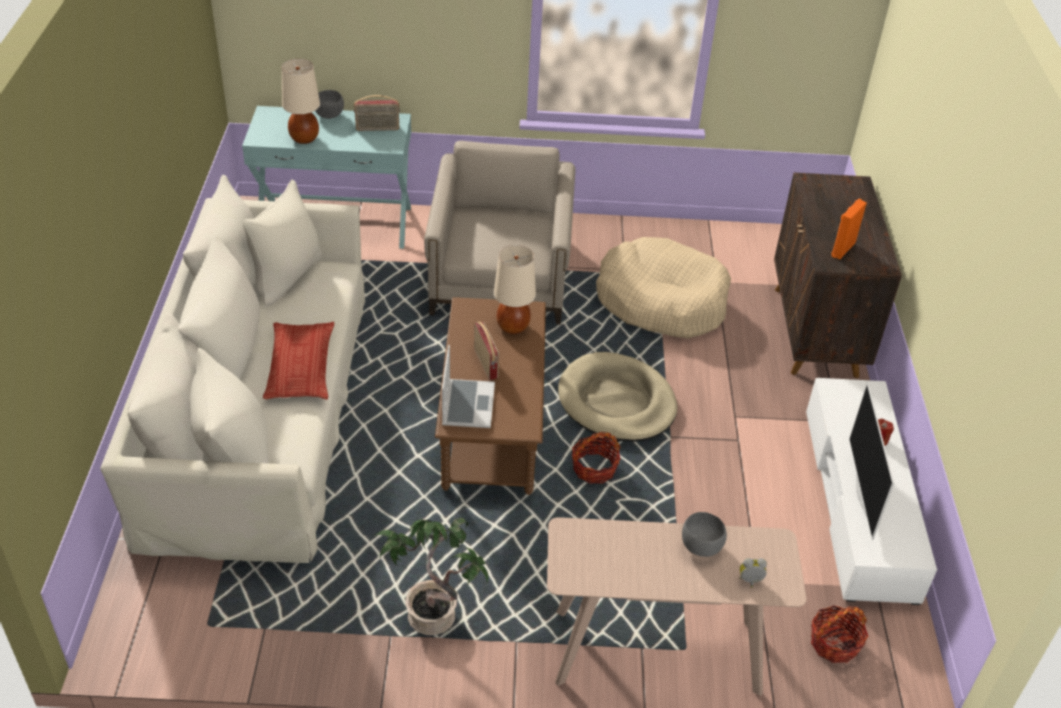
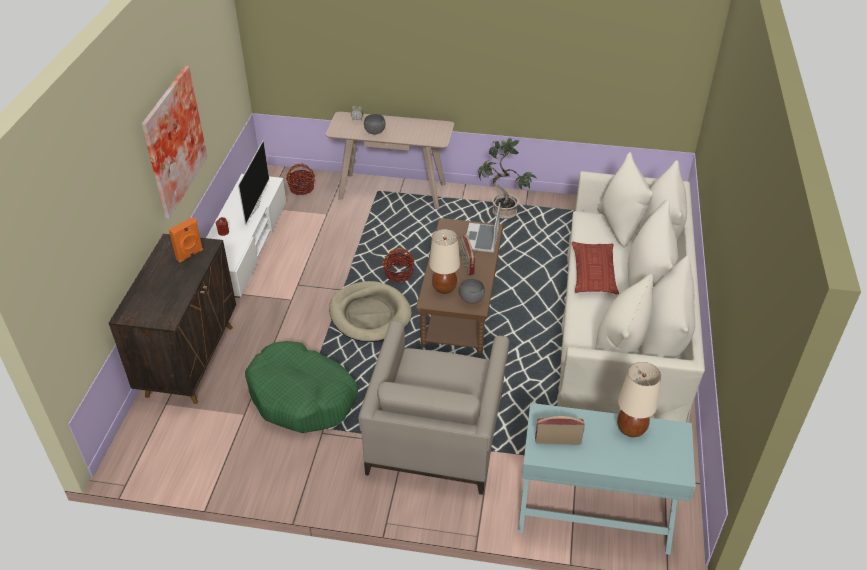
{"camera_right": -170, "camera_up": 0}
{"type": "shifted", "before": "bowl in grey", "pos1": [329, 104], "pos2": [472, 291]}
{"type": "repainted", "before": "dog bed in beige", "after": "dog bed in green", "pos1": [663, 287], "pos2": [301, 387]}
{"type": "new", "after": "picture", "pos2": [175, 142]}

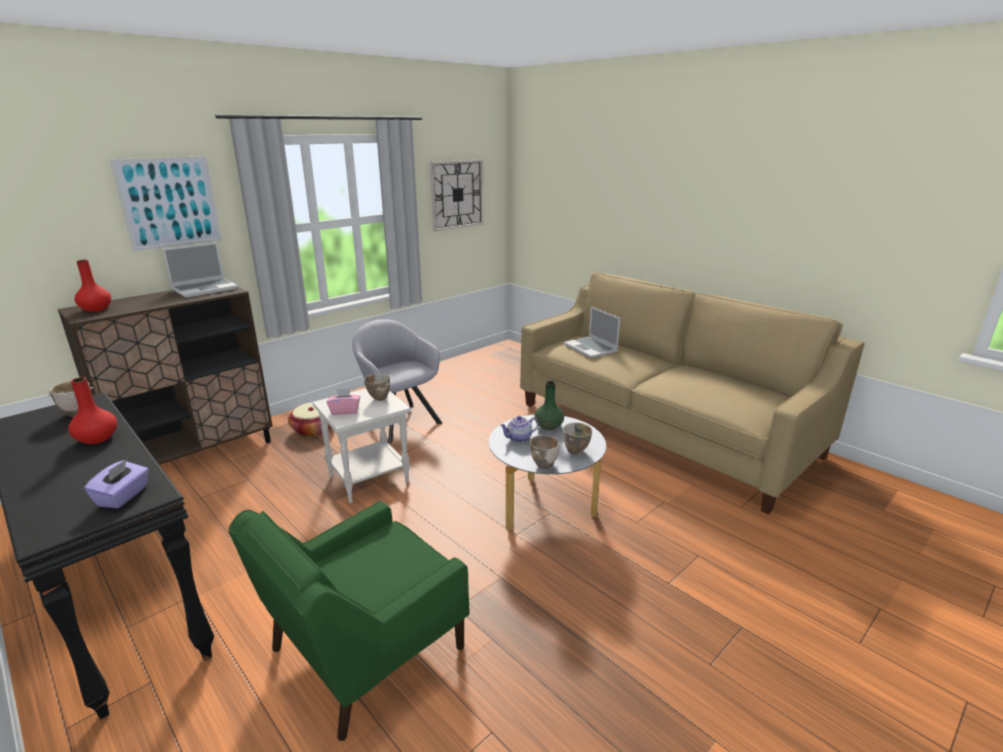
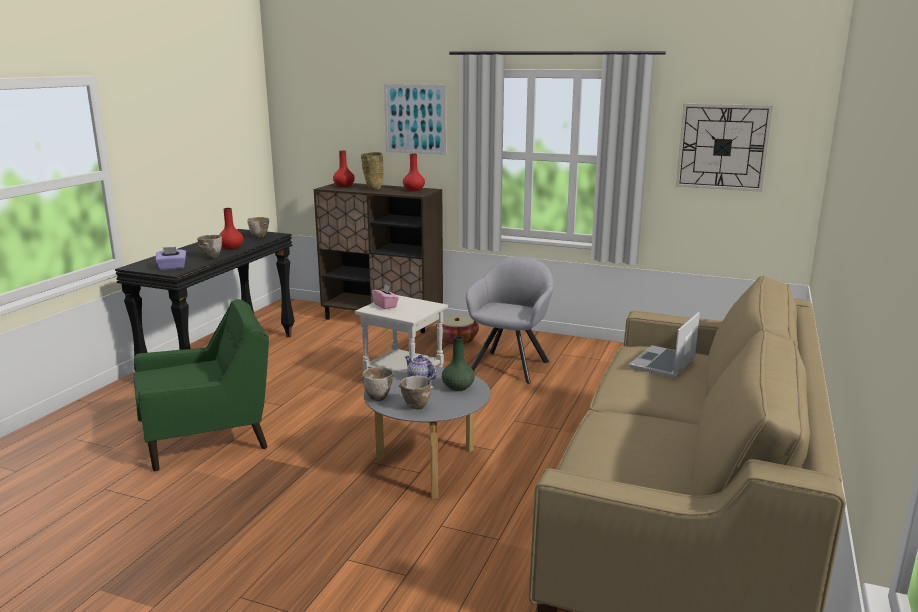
{"camera_right": 65, "camera_up": -5}
{"type": "swapped", "before": "laptop", "after": "vase in red", "pos1": [200, 270], "pos2": [414, 172]}
{"type": "shifted", "before": "bowl", "pos1": [377, 387], "pos2": [209, 247]}
{"type": "rotated", "before": "armchair in green", "pos1": [349, 621], "pos2": [201, 385], "turn": 135}
{"type": "new", "after": "vase in beige", "pos2": [372, 171]}

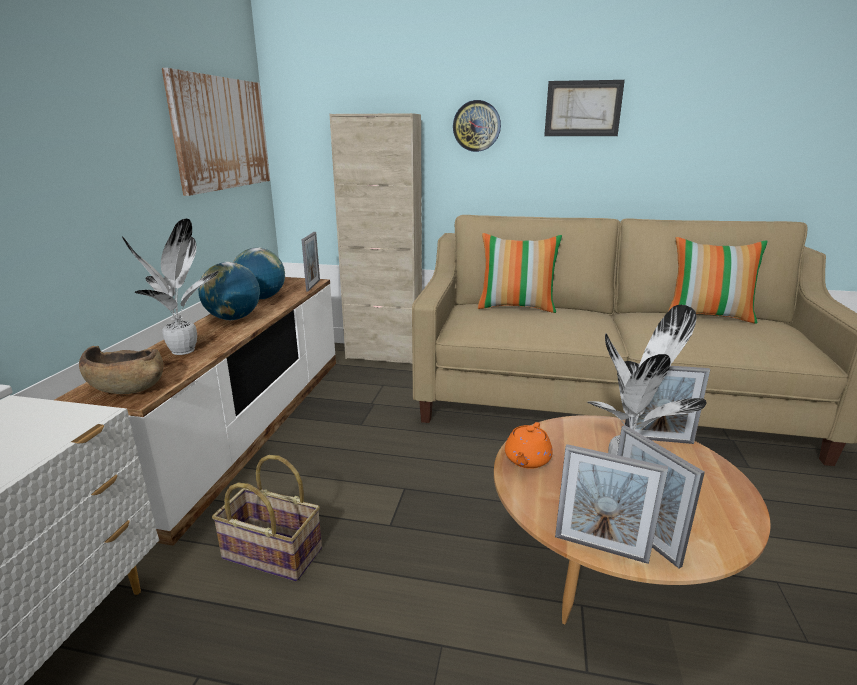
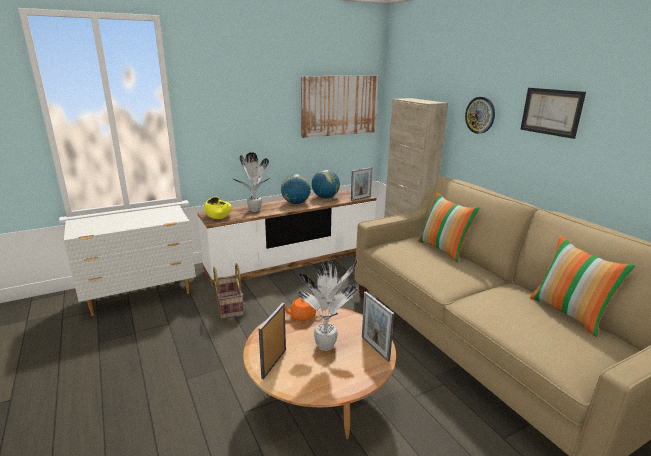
{"camera_right": 50, "camera_up": 0}
{"type": "repainted", "before": "bowl in brown", "after": "bowl in yellow", "pos1": [121, 370], "pos2": [217, 208]}
{"type": "gone", "before": "picture frame", "pos1": [611, 504]}

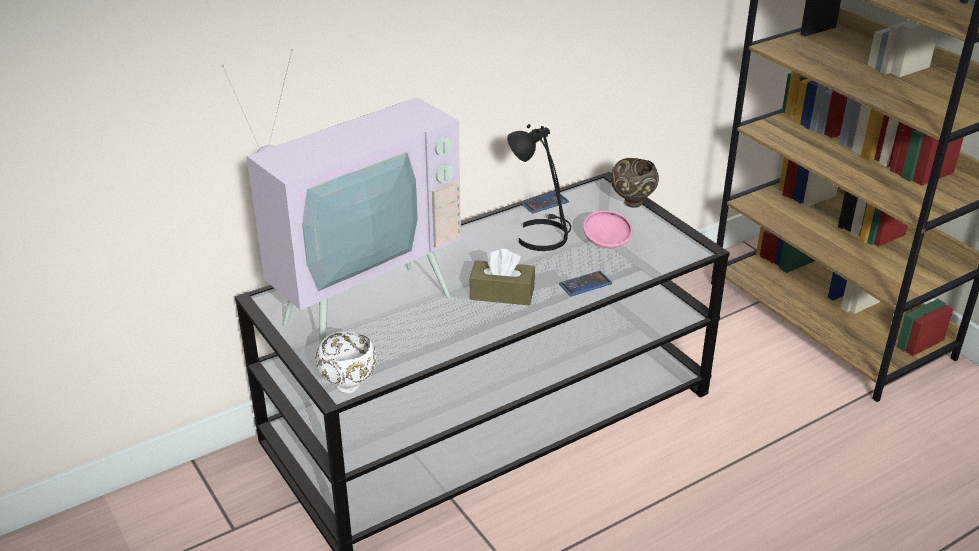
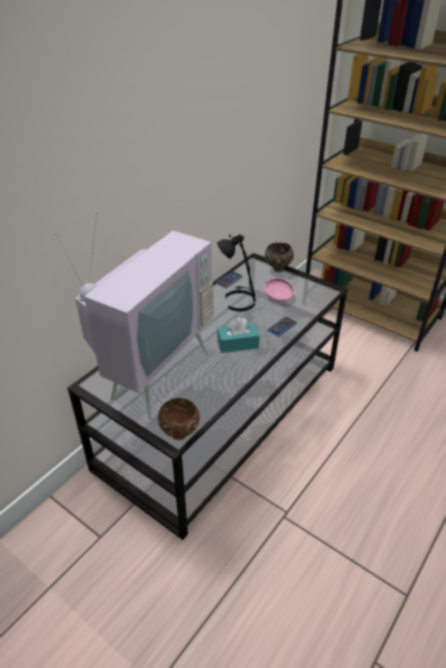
{"camera_right": -20, "camera_up": 5}
{"type": "repainted", "before": "tissue box in brown", "after": "tissue box in turquoise", "pos1": [502, 277], "pos2": [238, 335]}
{"type": "repainted", "before": "bowl in white", "after": "bowl in brown", "pos1": [346, 362], "pos2": [179, 419]}

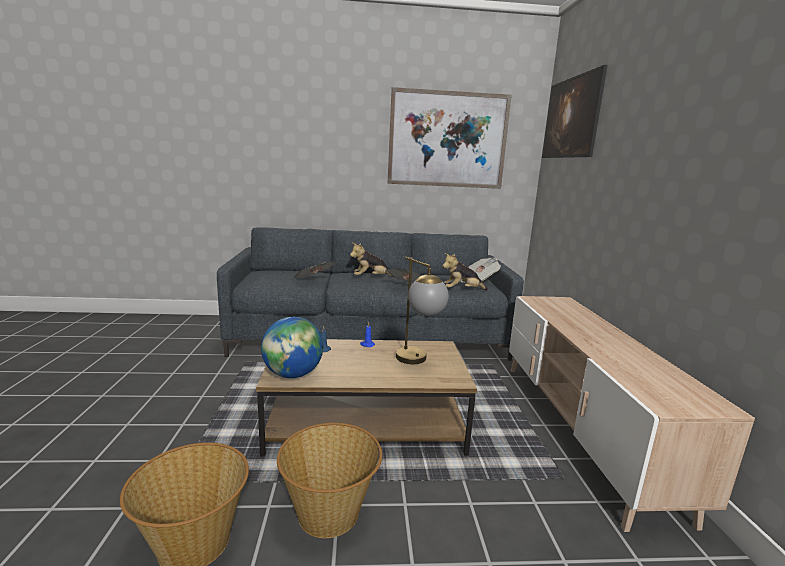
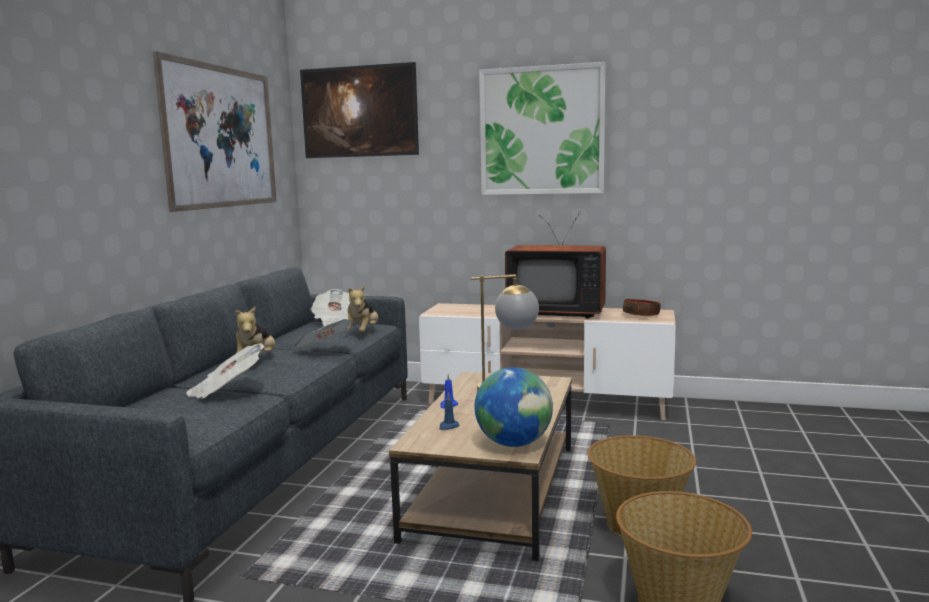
{"camera_right": -70, "camera_up": -5}
{"type": "new", "after": "picture", "pos2": [542, 128]}
{"type": "new", "after": "television", "pos2": [555, 265]}
{"type": "new", "after": "bowl", "pos2": [642, 307]}

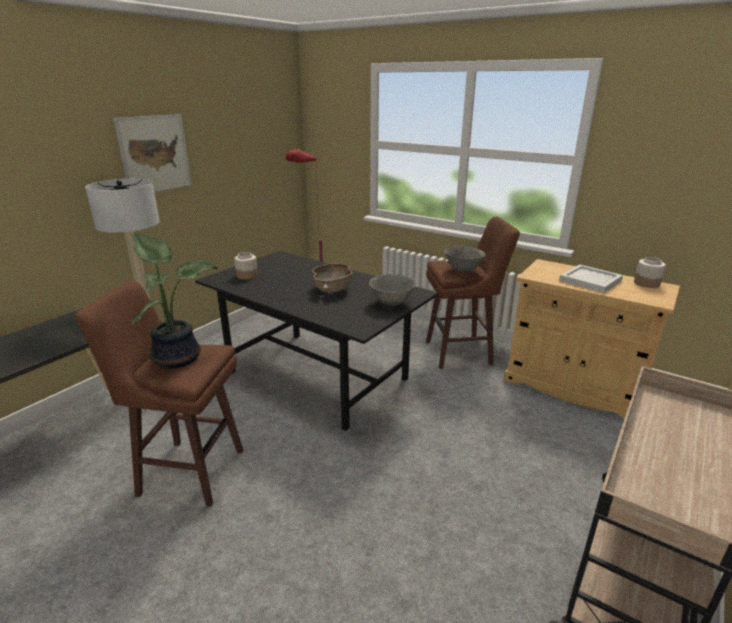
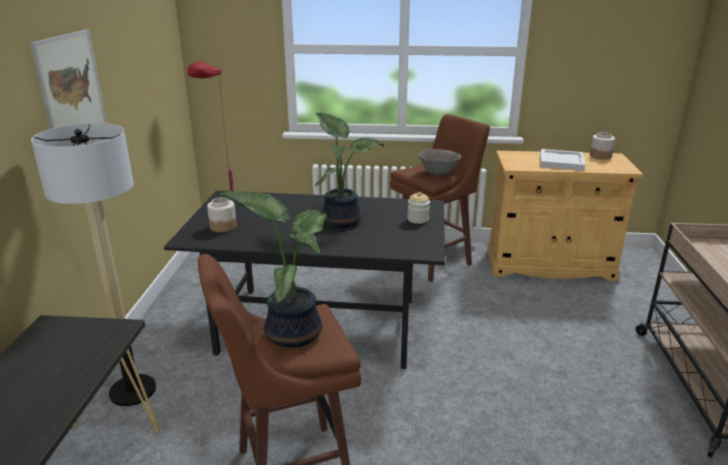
{"camera_right": -30, "camera_up": 0}
{"type": "swapped", "before": "bowl in brown", "after": "potted plant", "pos1": [332, 278], "pos2": [349, 170]}
{"type": "swapped", "before": "bowl in grey", "after": "jar", "pos1": [392, 290], "pos2": [418, 208]}

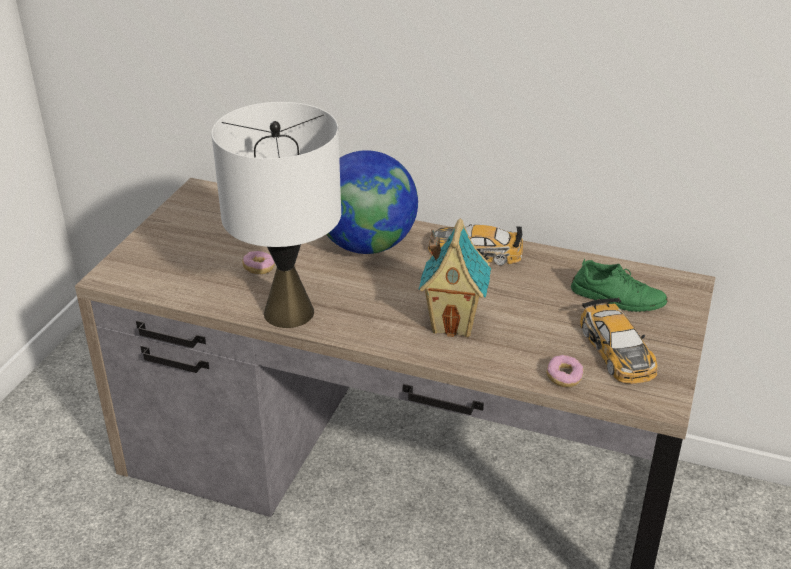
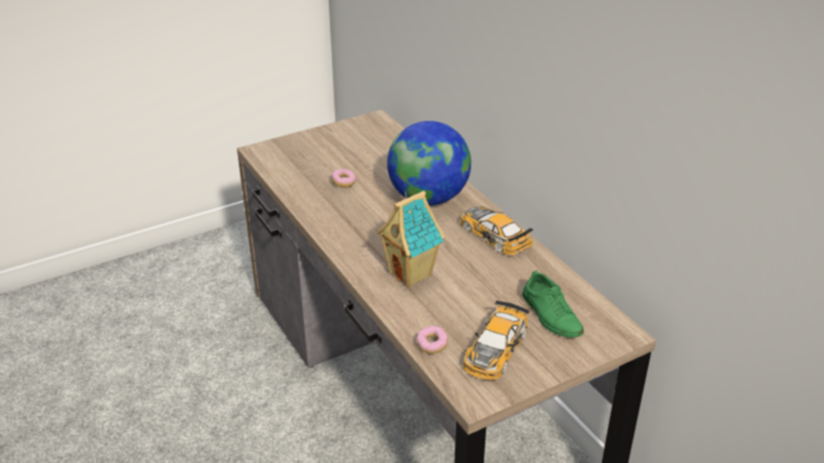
{"camera_right": 40, "camera_up": 0}
{"type": "gone", "before": "table lamp in white", "pos1": [276, 215]}

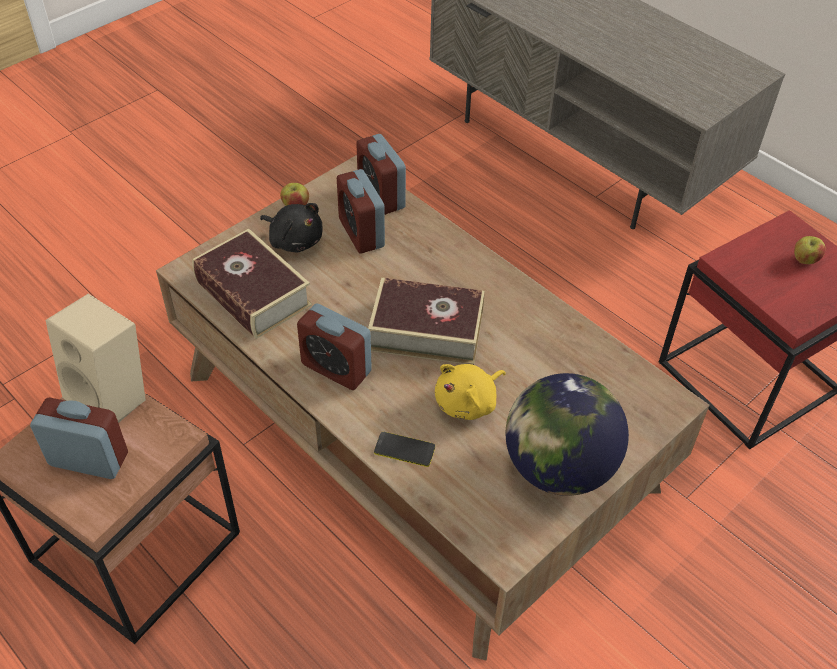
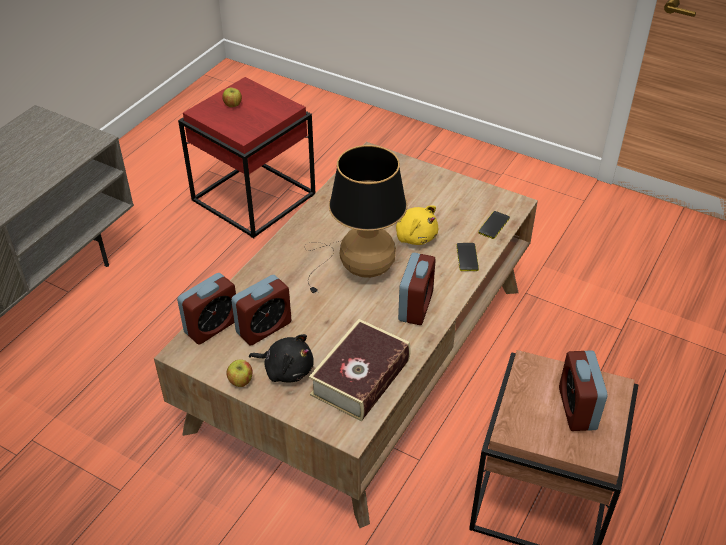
{"camera_right": -105, "camera_up": -5}
{"type": "rotated", "before": "plush toy in black", "pos1": [291, 227], "pos2": [281, 358], "turn": 90}
{"type": "swapped", "before": "book", "after": "table lamp", "pos1": [426, 321], "pos2": [356, 219]}
{"type": "gone", "before": "speaker in beige", "pos1": [96, 358]}
{"type": "gone", "before": "globe", "pos1": [567, 434]}
{"type": "new", "after": "phone", "pos2": [494, 225]}

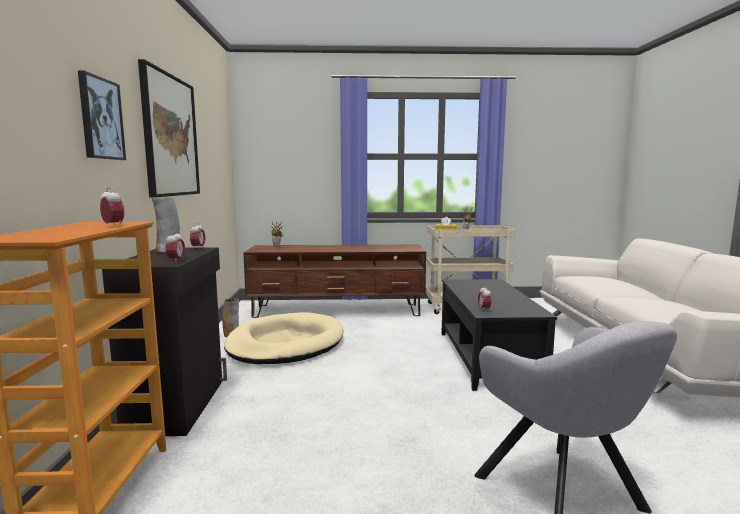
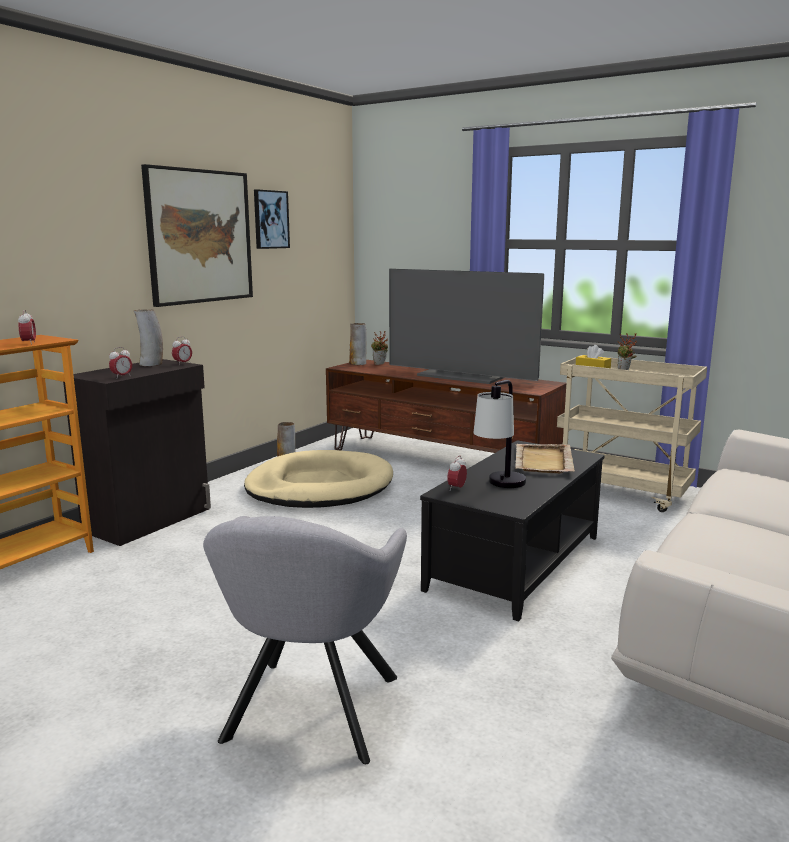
{"camera_right": 35, "camera_up": 5}
{"type": "shifted", "before": "picture", "pos1": [102, 115], "pos2": [272, 219]}
{"type": "new", "after": "television", "pos2": [466, 326]}
{"type": "new", "after": "vase", "pos2": [358, 344]}
{"type": "new", "after": "table lamp", "pos2": [499, 434]}
{"type": "new", "after": "tray in beige", "pos2": [545, 458]}

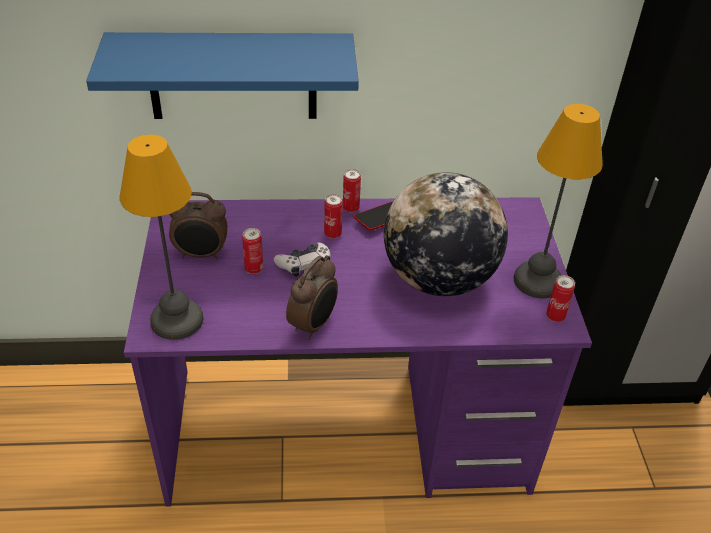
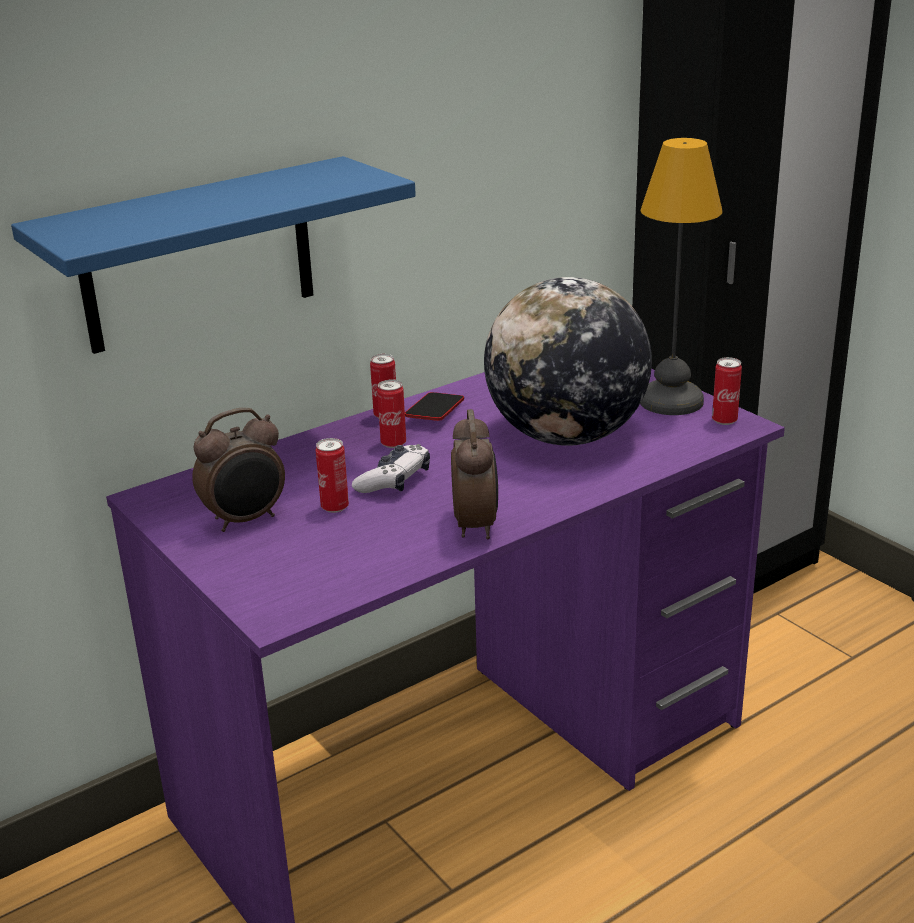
{"camera_right": -30, "camera_up": -15}
{"type": "gone", "before": "table lamp", "pos1": [161, 237]}

